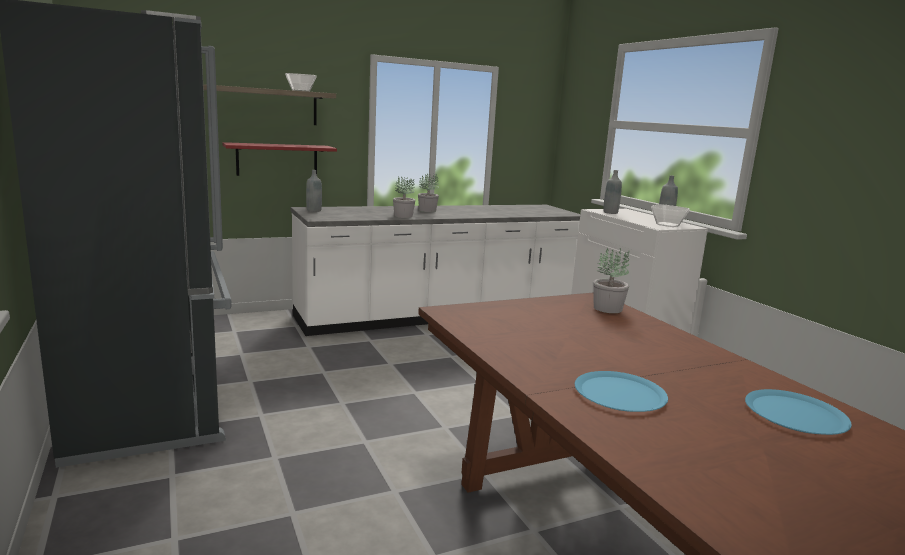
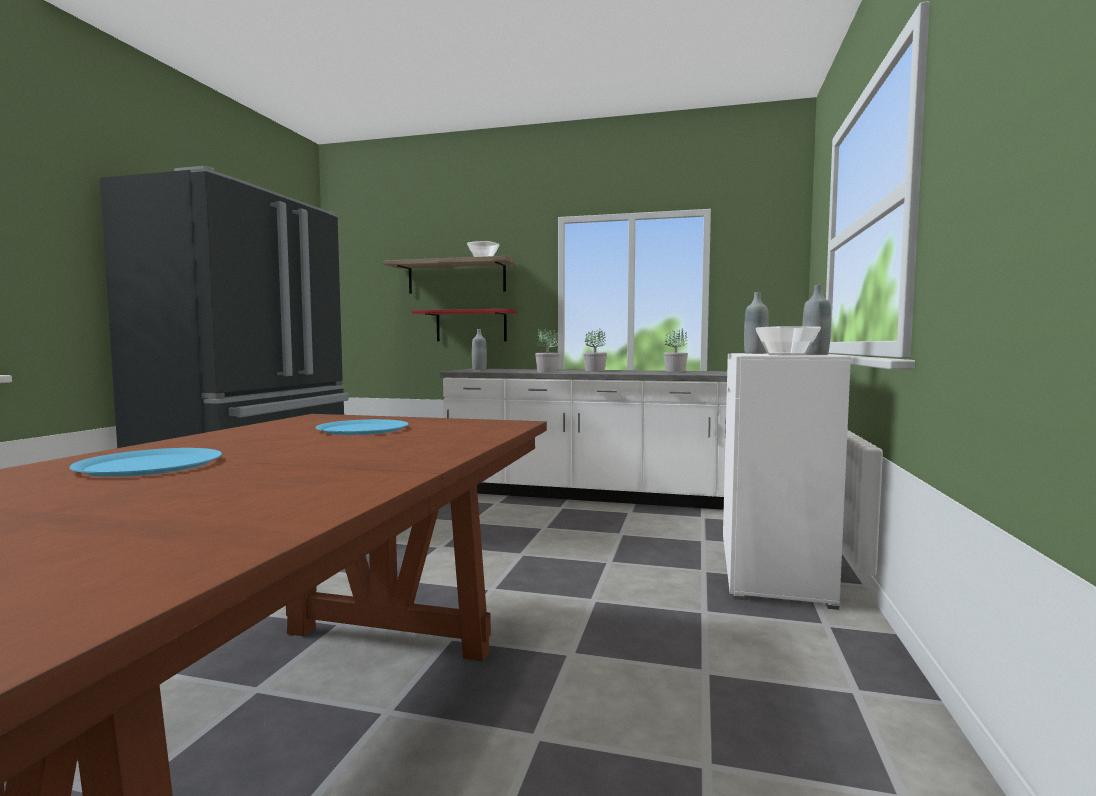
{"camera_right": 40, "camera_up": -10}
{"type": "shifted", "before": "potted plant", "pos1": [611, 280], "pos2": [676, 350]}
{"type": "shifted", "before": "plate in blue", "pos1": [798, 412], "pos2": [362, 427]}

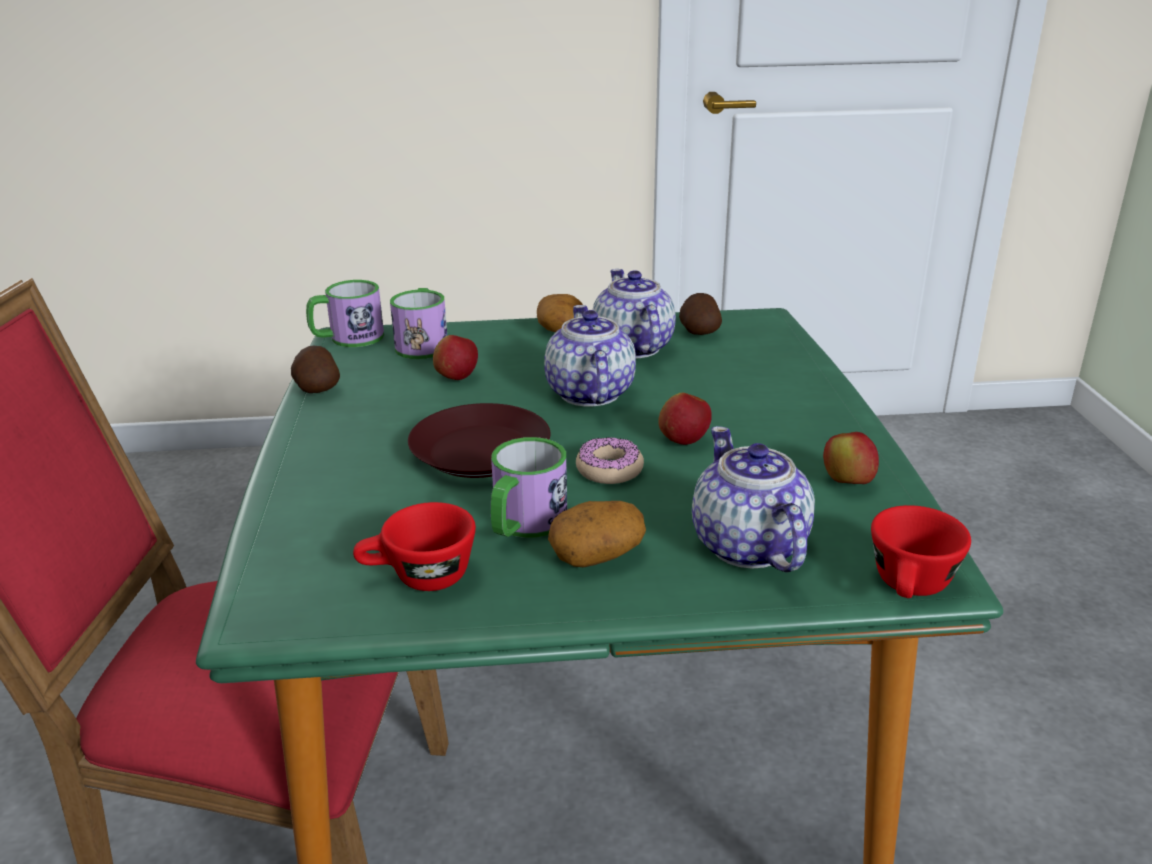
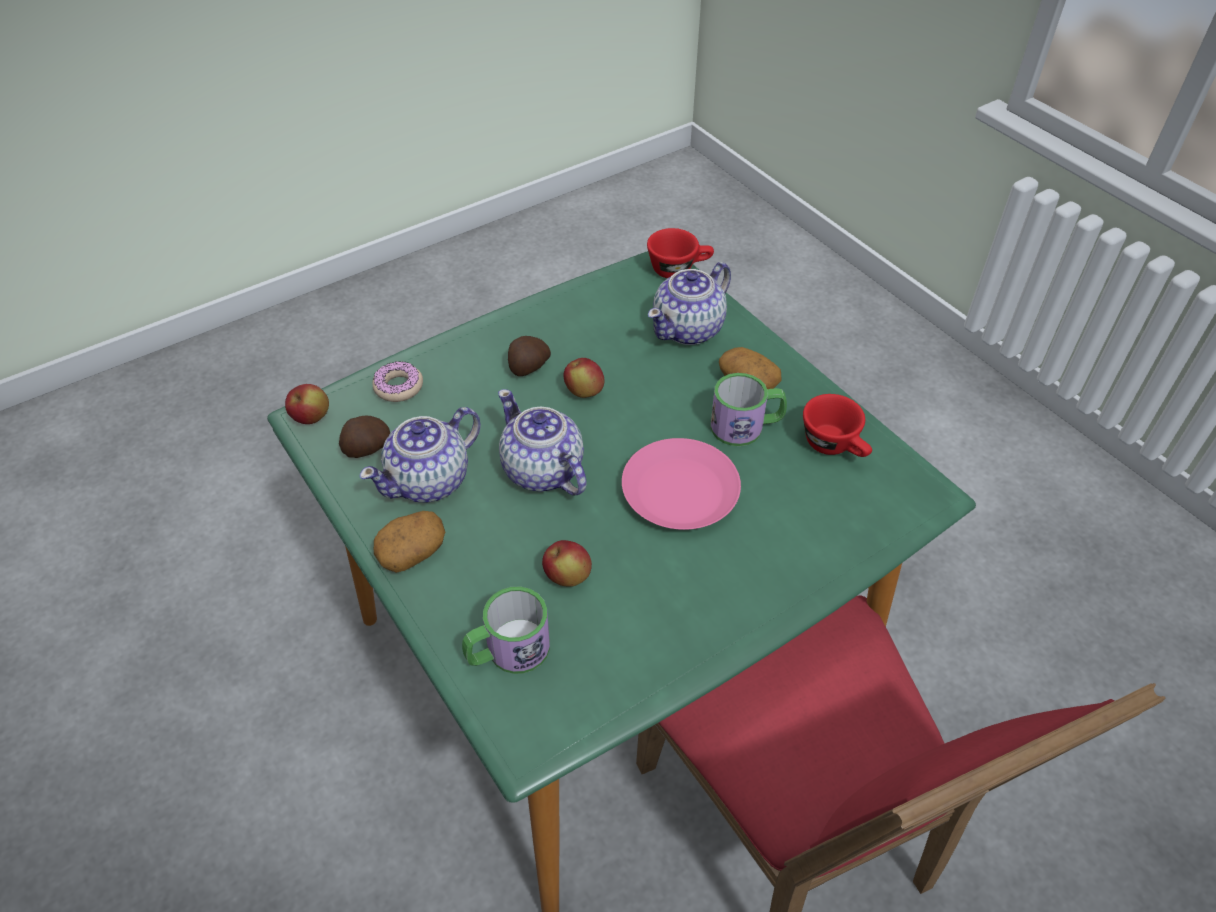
{"camera_right": -120, "camera_up": 20}
{"type": "gone", "before": "mug", "pos1": [345, 313]}
{"type": "rotated", "before": "teapot", "pos1": [590, 355], "pos2": [542, 442], "turn": 90}
{"type": "shifted", "before": "potato", "pos1": [315, 369], "pos2": [529, 356]}
{"type": "repainted", "before": "plate in brown", "after": "plate in pink", "pos1": [479, 440], "pos2": [681, 484]}
{"type": "shifted", "before": "apple", "pos1": [851, 458], "pos2": [307, 404]}
{"type": "shifted", "before": "donut", "pos1": [610, 460], "pos2": [398, 381]}

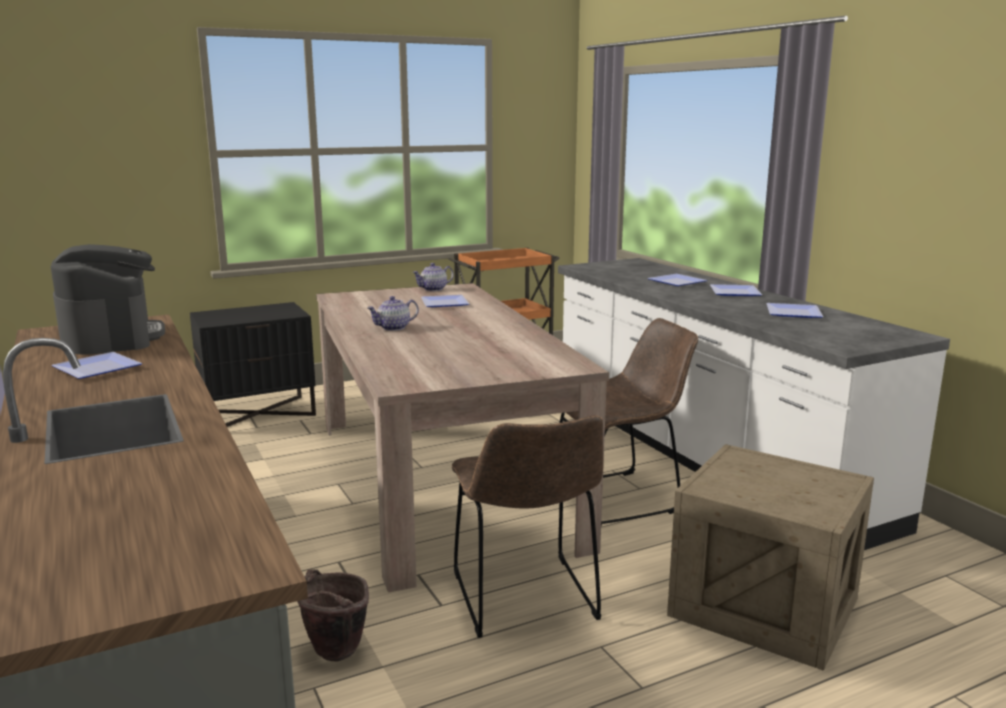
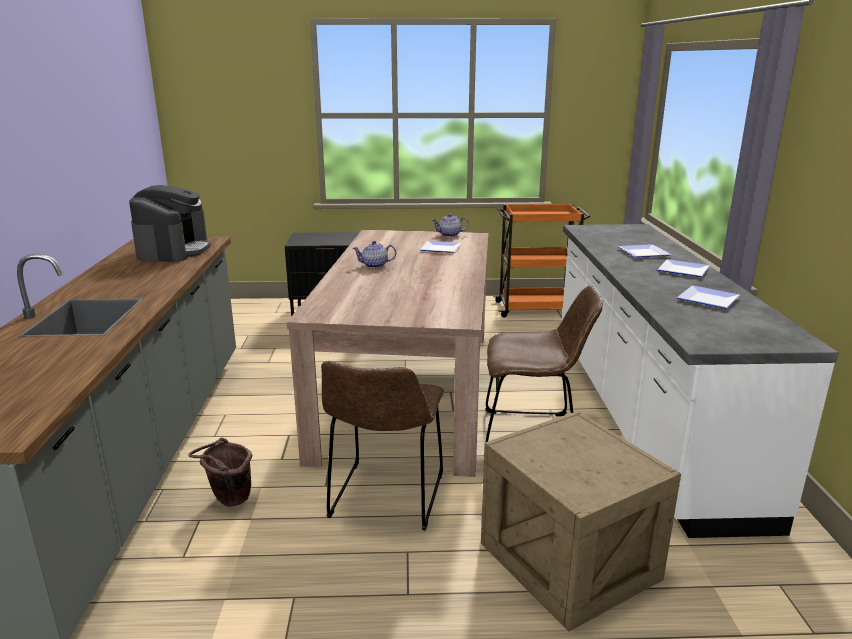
{"camera_right": 25, "camera_up": 5}
{"type": "gone", "before": "plate", "pos1": [96, 365]}

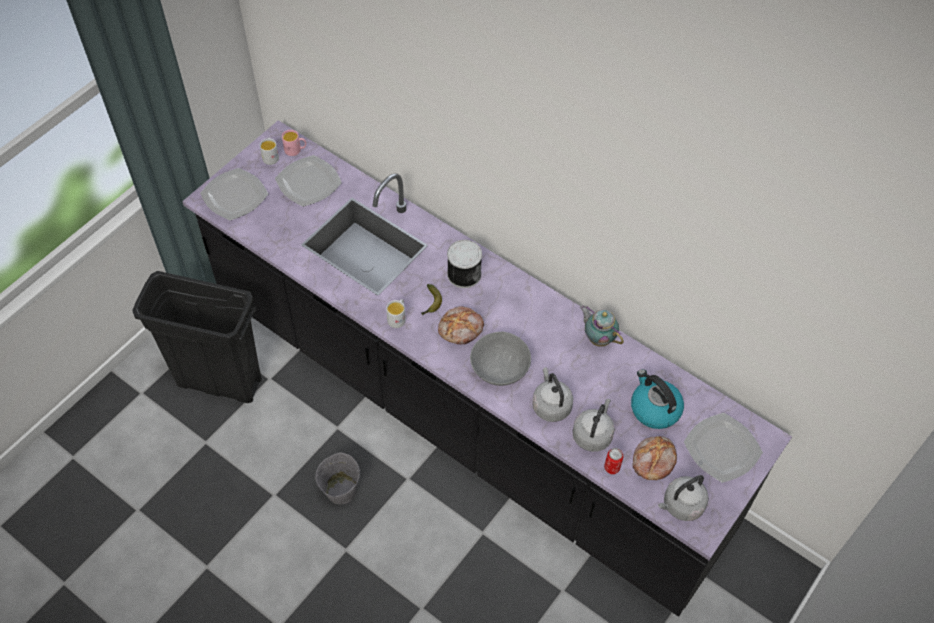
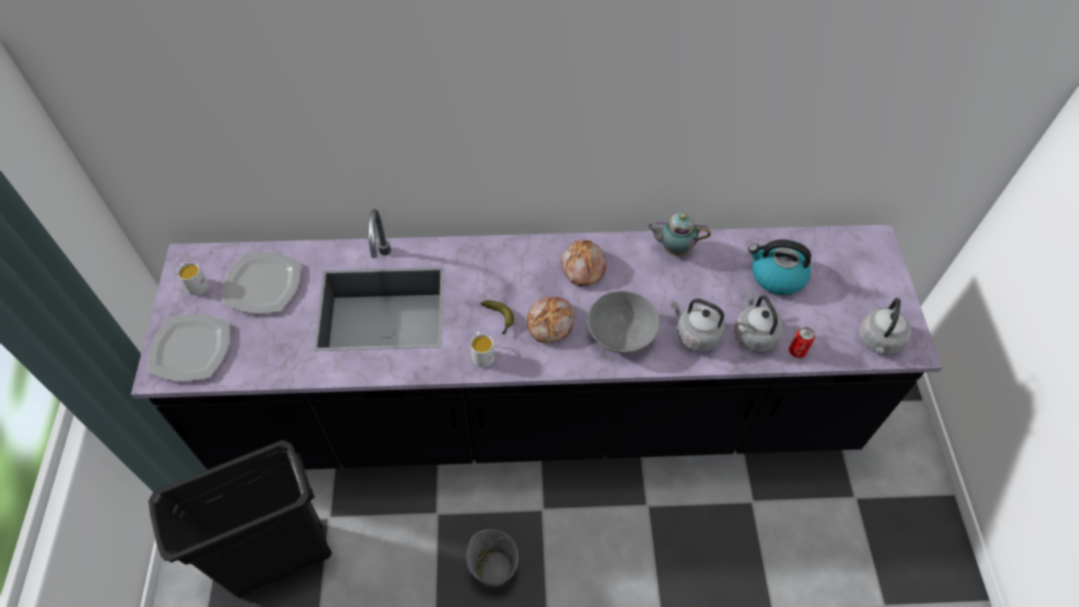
{"camera_right": -40, "camera_up": 0}
{"type": "gone", "before": "mug in pink", "pos1": [294, 143]}
{"type": "gone", "before": "can", "pos1": [464, 264]}
{"type": "gone", "before": "plate", "pos1": [723, 448]}
{"type": "shifted", "before": "bread", "pos1": [654, 458], "pos2": [583, 263]}

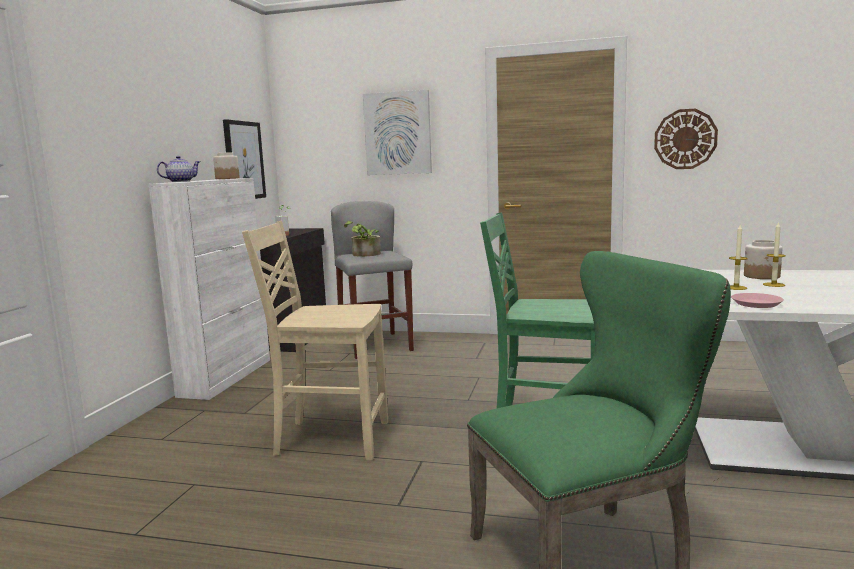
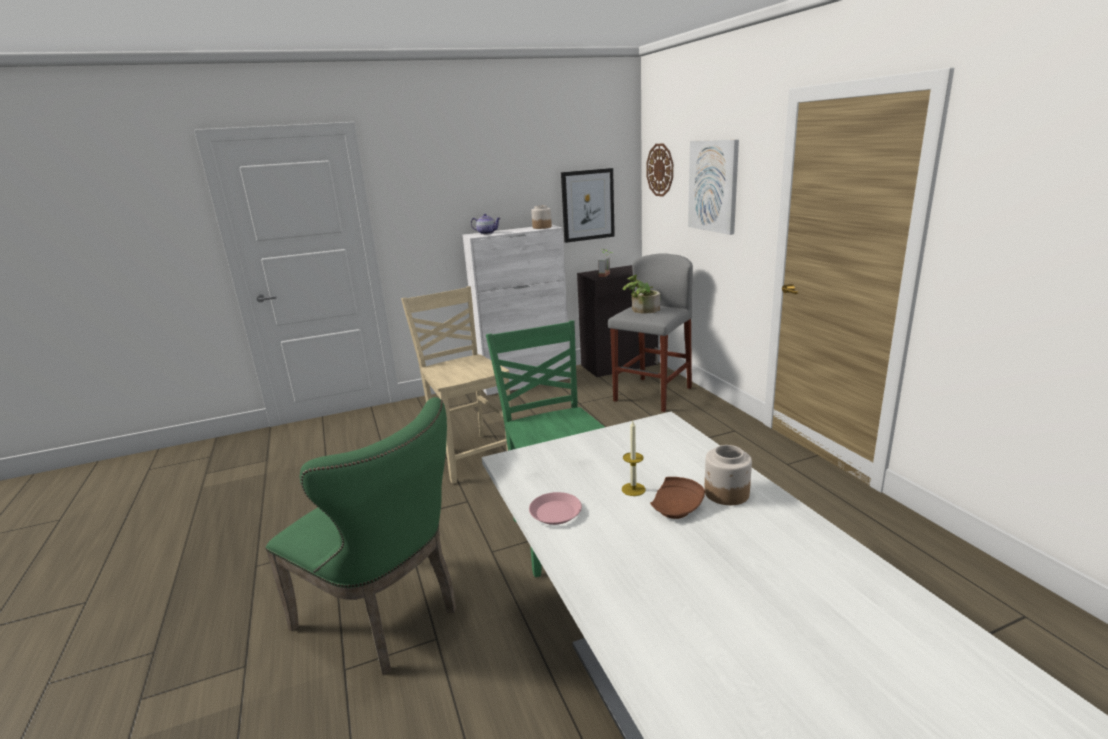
{"camera_right": 55, "camera_up": 10}
{"type": "shifted", "before": "wall clock", "pos1": [686, 139], "pos2": [659, 170]}
{"type": "swapped", "before": "candle", "after": "plate in brown", "pos1": [774, 254], "pos2": [677, 498]}

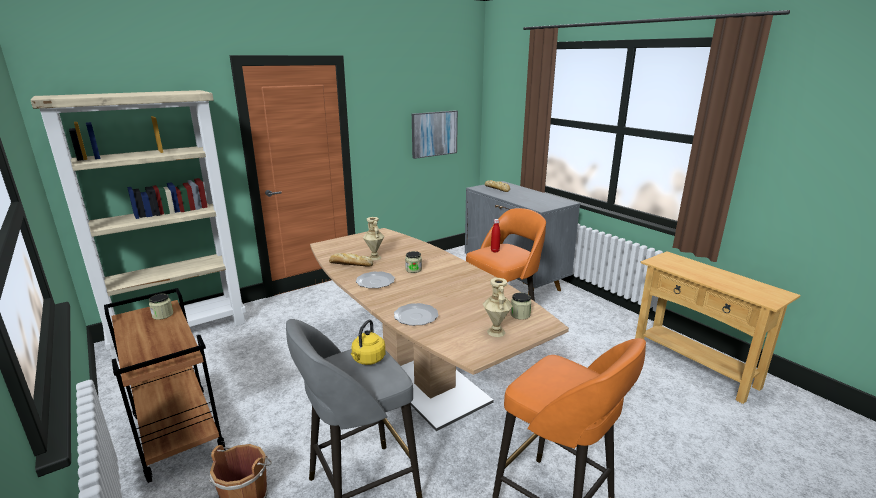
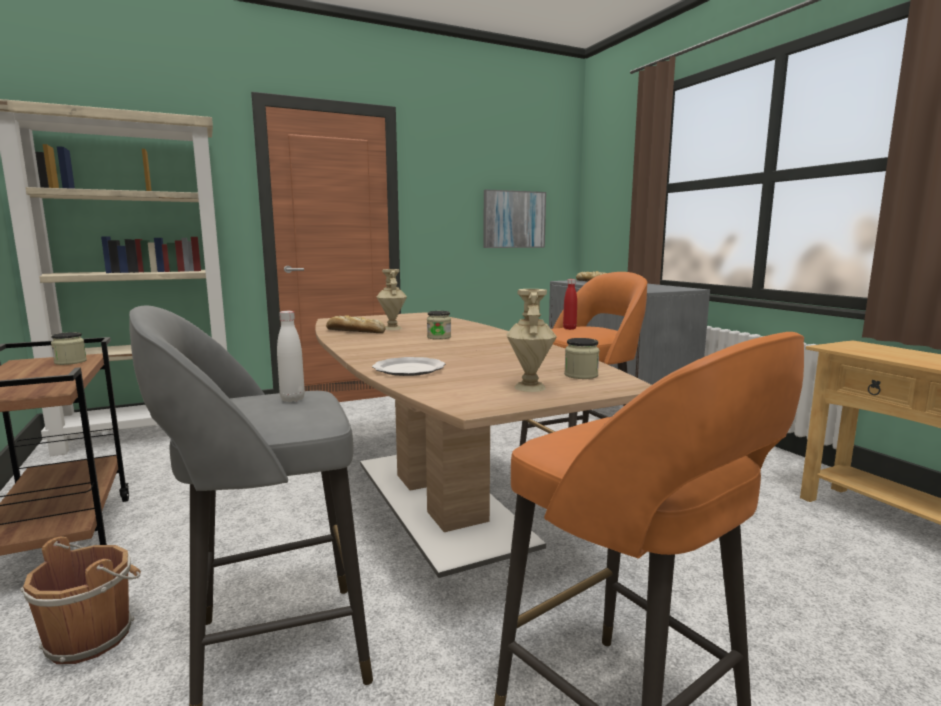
{"camera_right": 10, "camera_up": -10}
{"type": "gone", "before": "plate", "pos1": [375, 280]}
{"type": "swapped", "before": "kettle in yellow", "after": "bottle in white", "pos1": [368, 342], "pos2": [291, 356]}

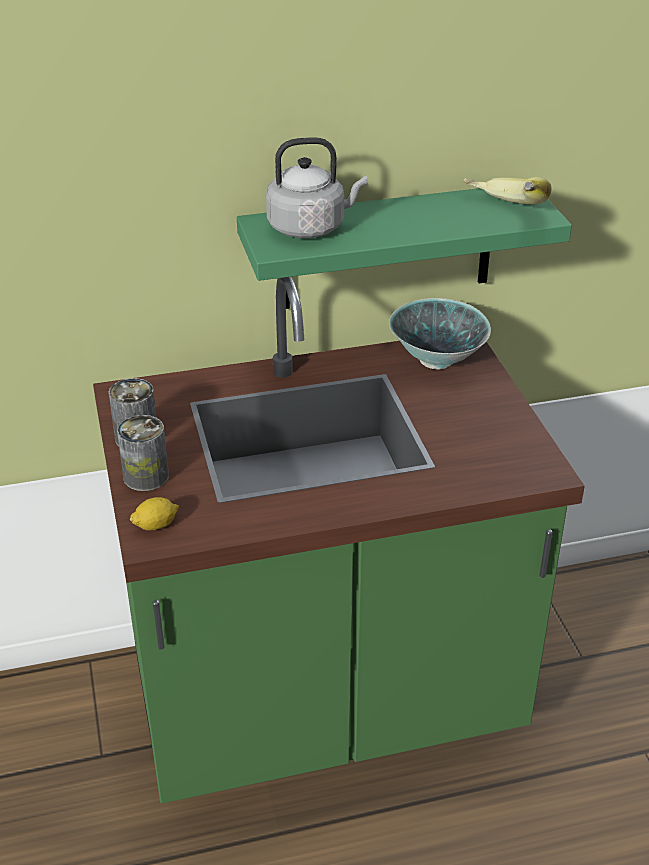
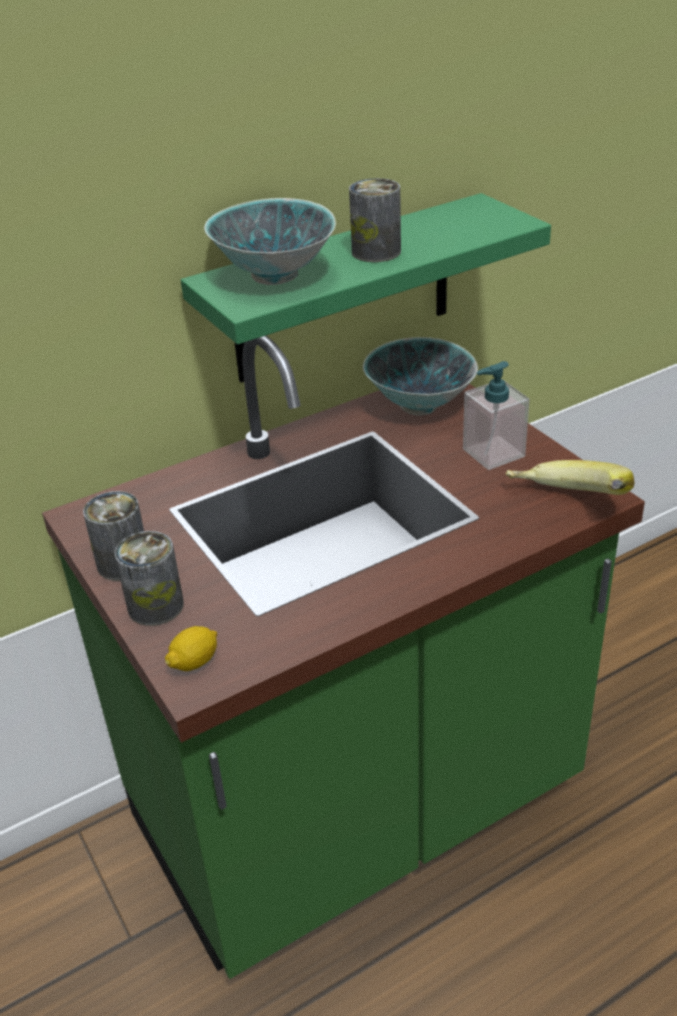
{"camera_right": -15, "camera_up": 0}
{"type": "swapped", "before": "kettle in grey", "after": "bowl", "pos1": [317, 187], "pos2": [270, 241]}
{"type": "shifted", "before": "banana", "pos1": [507, 190], "pos2": [569, 477]}
{"type": "new", "after": "can", "pos2": [375, 220]}
{"type": "new", "after": "soap dispenser", "pos2": [496, 415]}

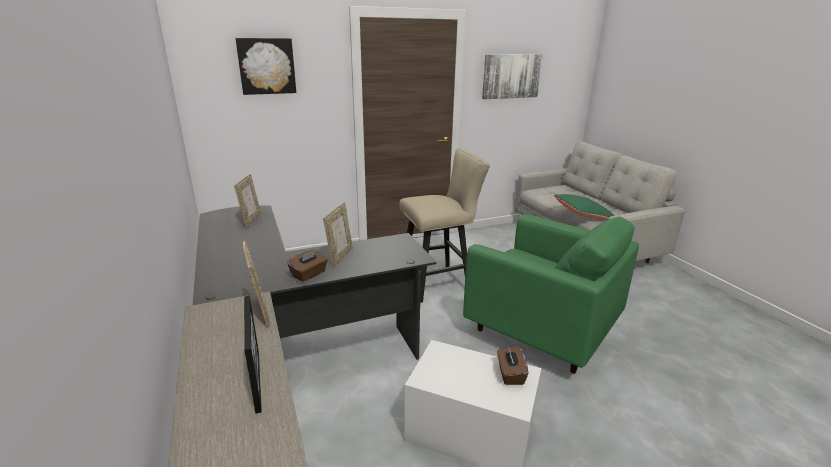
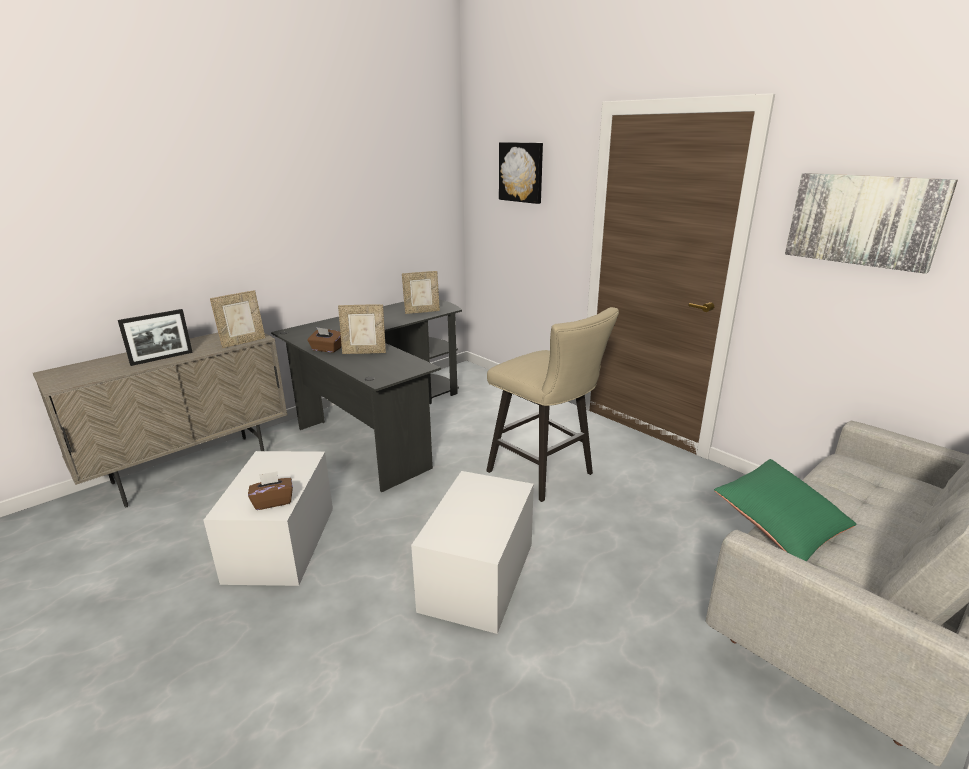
{"camera_right": 70, "camera_up": 0}
{"type": "swapped", "before": "armchair in green", "after": "storage box in white", "pos1": [551, 294], "pos2": [472, 552]}

